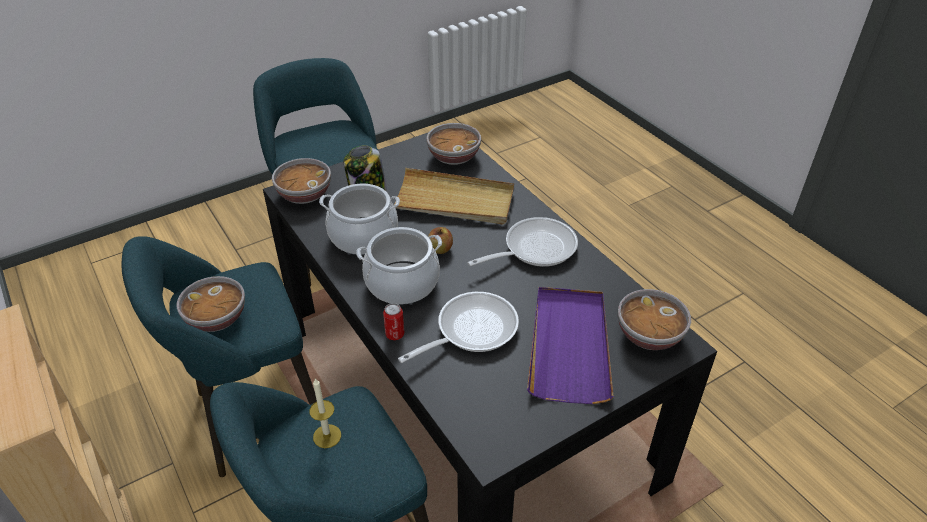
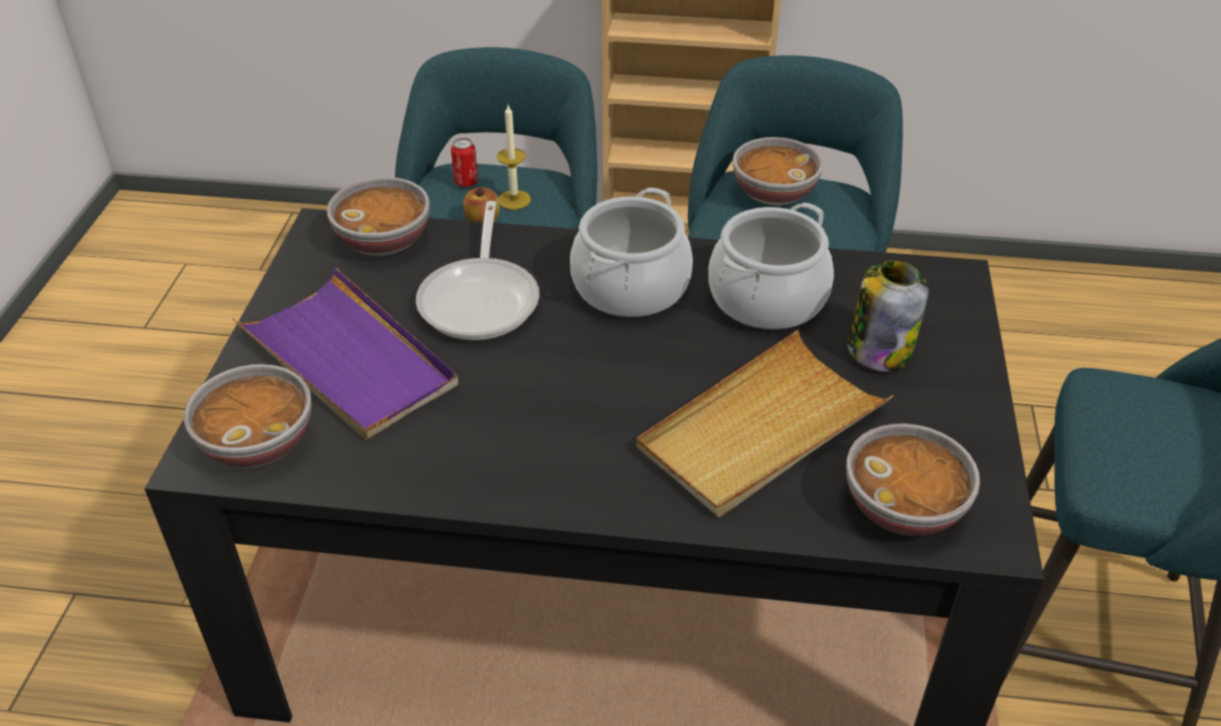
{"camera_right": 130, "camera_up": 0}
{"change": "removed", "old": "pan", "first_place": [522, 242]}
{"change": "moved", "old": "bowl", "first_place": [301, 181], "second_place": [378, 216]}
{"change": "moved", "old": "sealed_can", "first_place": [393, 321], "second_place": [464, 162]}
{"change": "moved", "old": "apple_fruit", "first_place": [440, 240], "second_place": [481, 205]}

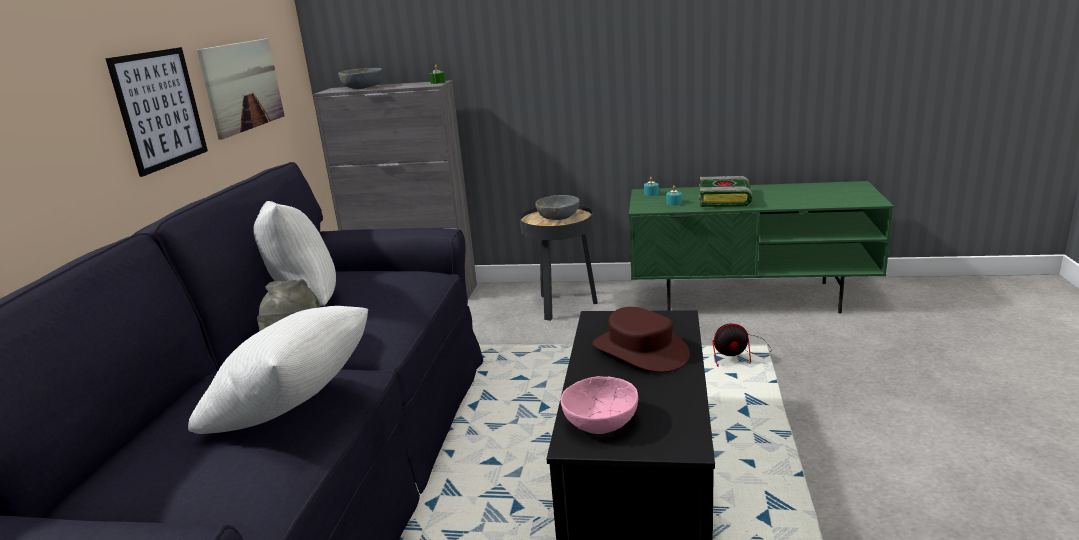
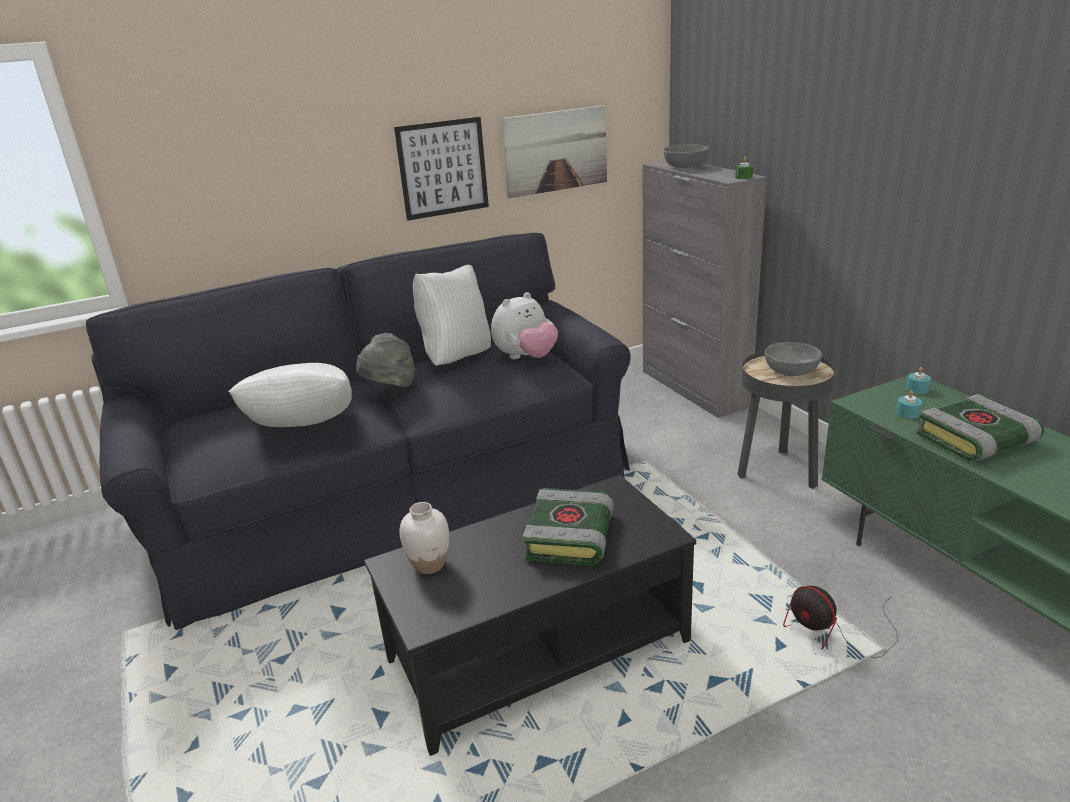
{"camera_right": 55, "camera_up": 5}
{"change": "added", "new": "plush_toy", "second_place": [524, 325]}
{"change": "replaced", "old": "pink-coloured_bowl", "new": "white_vase", "first_place": [599, 405], "second_place": [424, 538]}
{"change": "replaced", "old": "brown_clothing_hat", "new": "volume", "first_place": [641, 339], "second_place": [568, 526]}

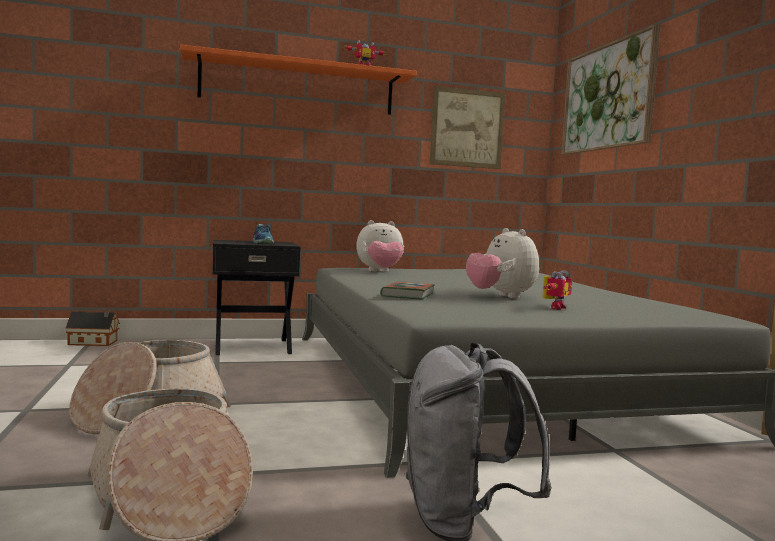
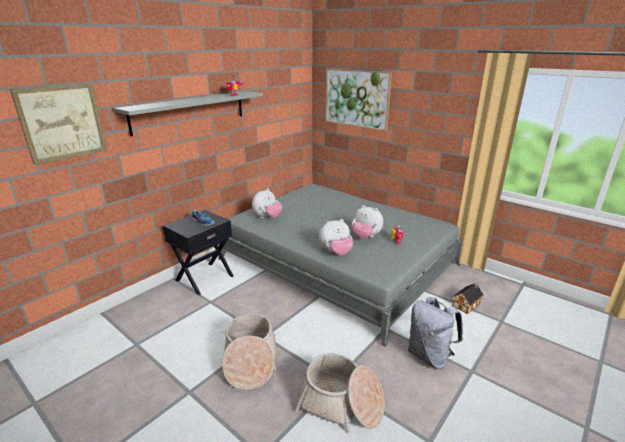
{"camera_right": -35, "camera_up": 20}
{"change": "moved", "old": "toy_house", "first_place": [93, 327], "second_place": [468, 298]}
{"change": "moved", "old": "wall_picture", "first_place": [467, 127], "second_place": [58, 124]}
{"change": "replaced", "old": "volume", "new": "plush_toy", "first_place": [407, 291], "second_place": [336, 237]}
{"change": "recoloured", "old": "orange_wall_shelf", "new": "greyish_wall_shelf", "first_place": [298, 79], "second_place": [188, 113]}

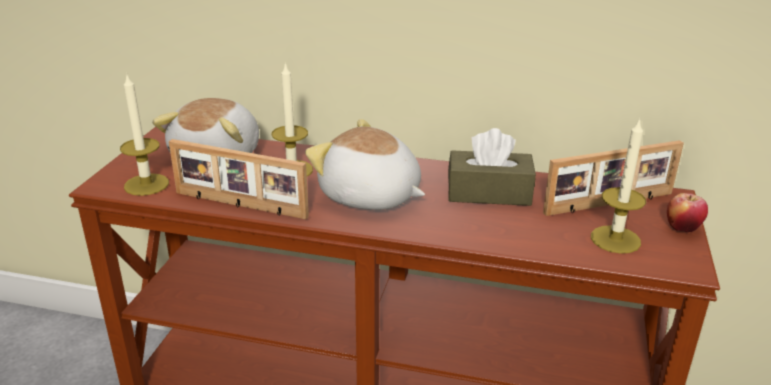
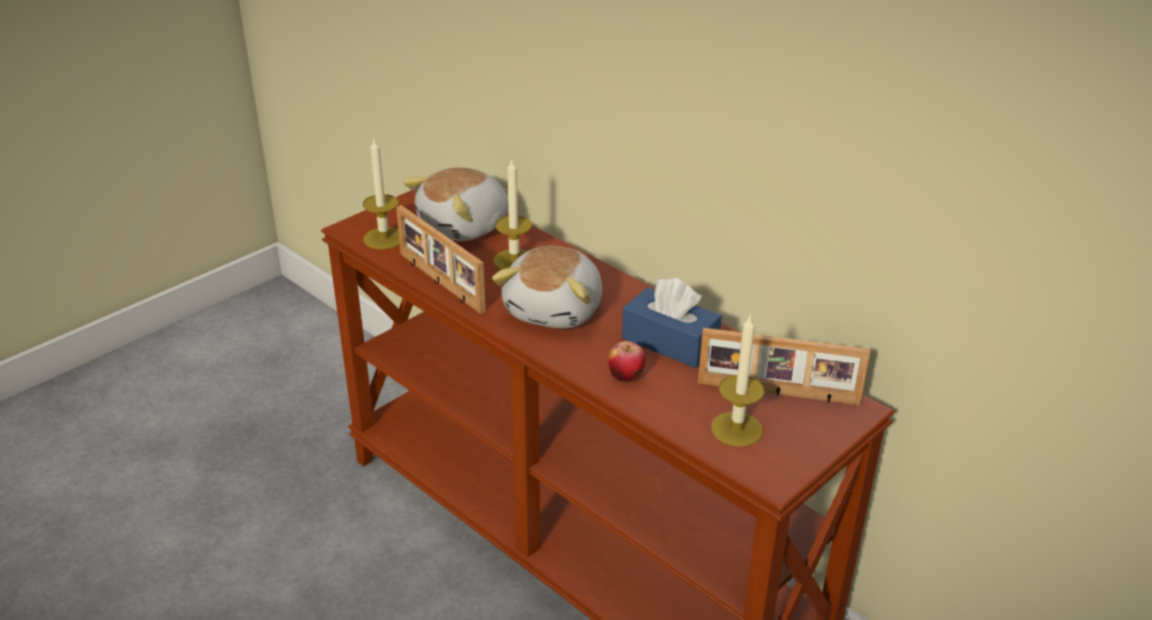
{"camera_right": 30, "camera_up": 5}
{"change": "moved", "old": "apple_fruit", "first_place": [687, 212], "second_place": [627, 361]}
{"change": "recoloured", "old": "brown_box_of_tissues", "new": "blue_box_of_tissues", "first_place": [492, 167], "second_place": [672, 323]}
{"change": "turned", "old": "plush_toy", "first_place": [365, 164], "second_place": [547, 287], "degrees": -135}

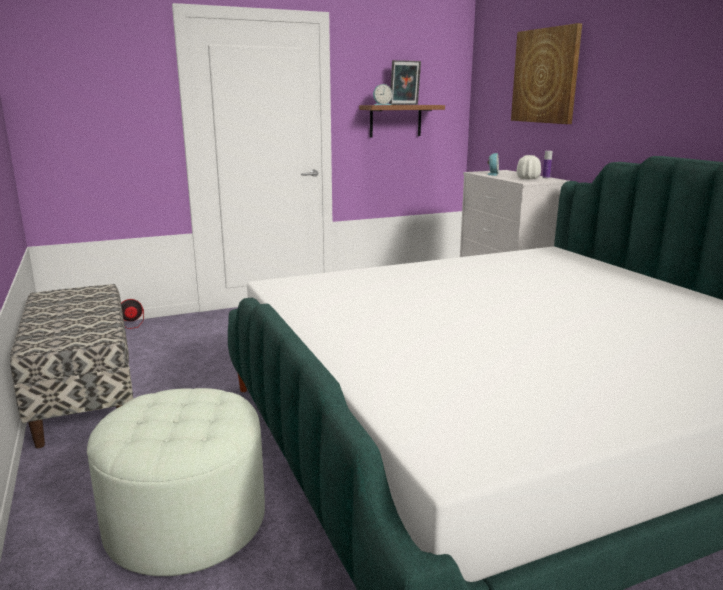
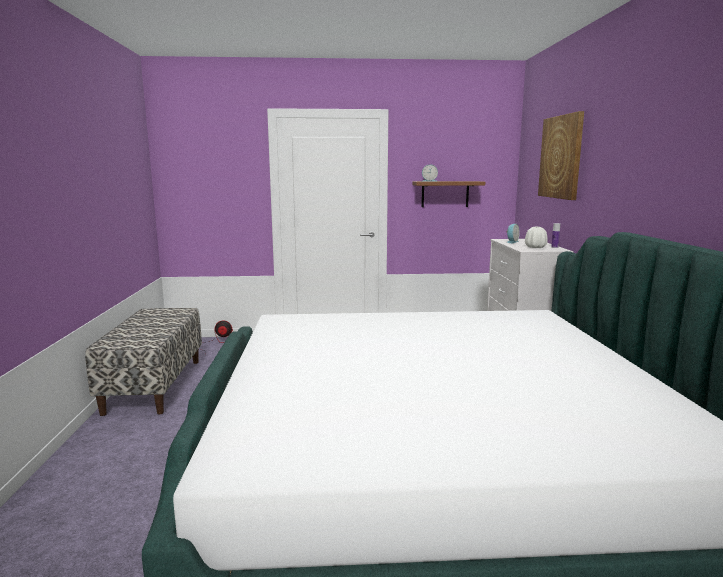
{"camera_right": 20, "camera_up": -5}
{"change": "removed", "old": "white_pouffe", "first_place": [176, 482]}
{"change": "removed", "old": "photo_frame", "first_place": [405, 82]}

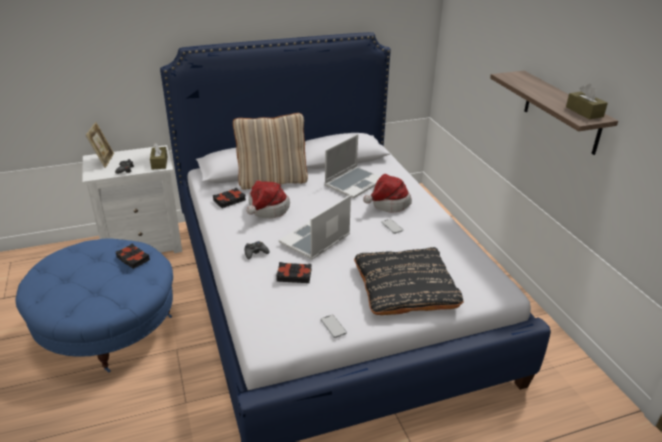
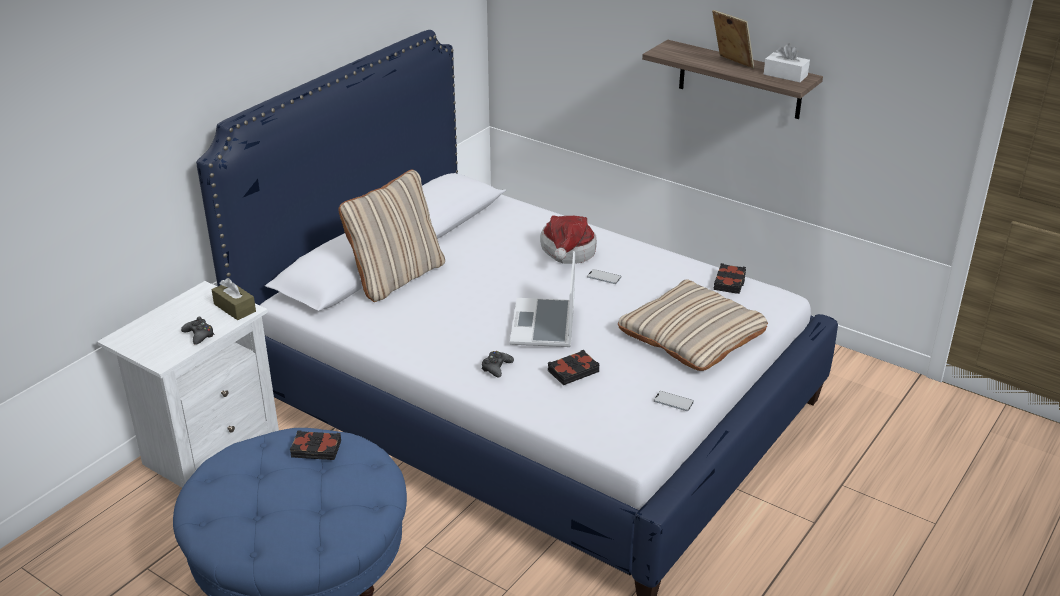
{"camera_right": -35, "camera_up": 0}
{"change": "removed", "old": "clothing_hat", "first_place": [268, 199]}
{"change": "removed", "old": "laptop", "first_place": [352, 166]}
{"change": "moved", "old": "photo_frame", "first_place": [100, 145], "second_place": [733, 39]}
{"change": "moved", "old": "black_volume", "first_place": [229, 198], "second_place": [730, 278]}
{"change": "recoloured", "old": "black_cushion", "new": "beige-coloured_cushion", "first_place": [409, 281], "second_place": [693, 325]}
{"change": "recoloured", "old": "brown_box_of_tissues", "new": "white_box_of_tissues", "first_place": [587, 102], "second_place": [787, 63]}

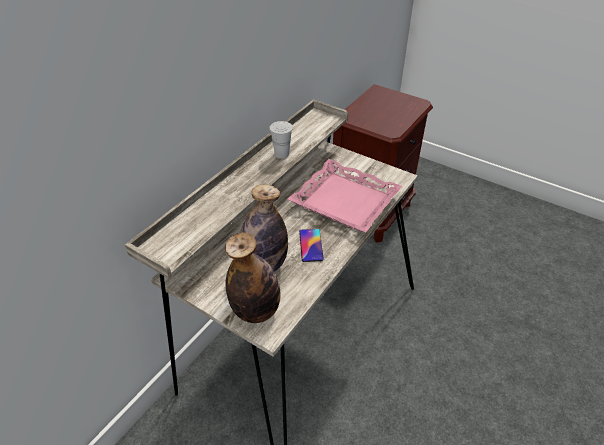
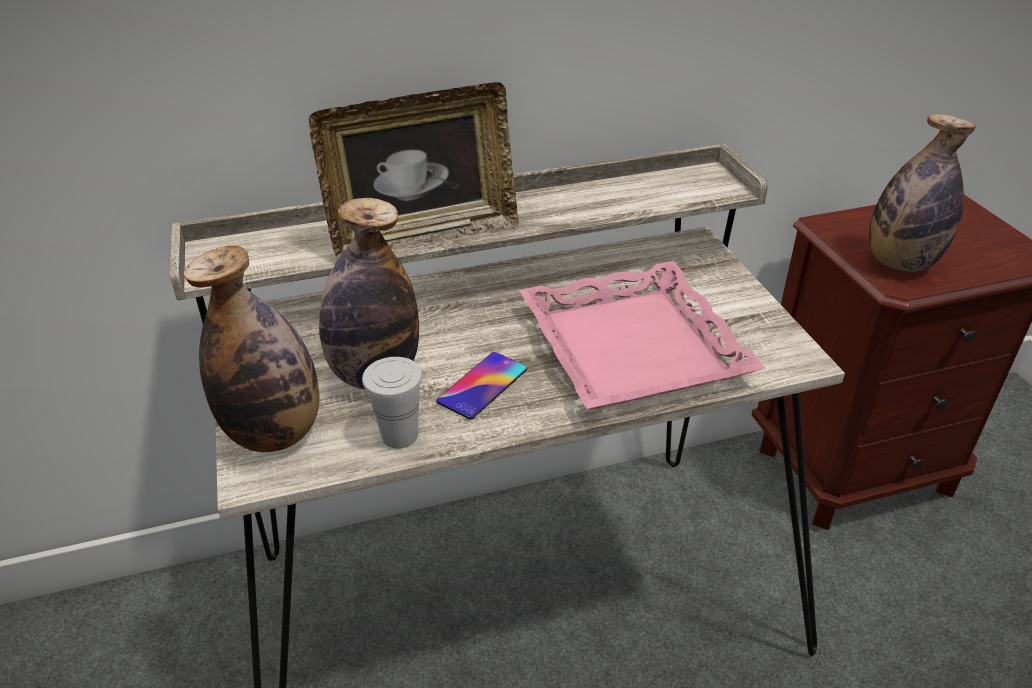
{"camera_right": 40, "camera_up": -5}
{"change": "added", "new": "photo_frame", "second_place": [414, 170]}
{"change": "added", "new": "drink_bottle", "second_place": [922, 193]}
{"change": "moved", "old": "white_drinking_cup", "first_place": [281, 140], "second_place": [392, 403]}

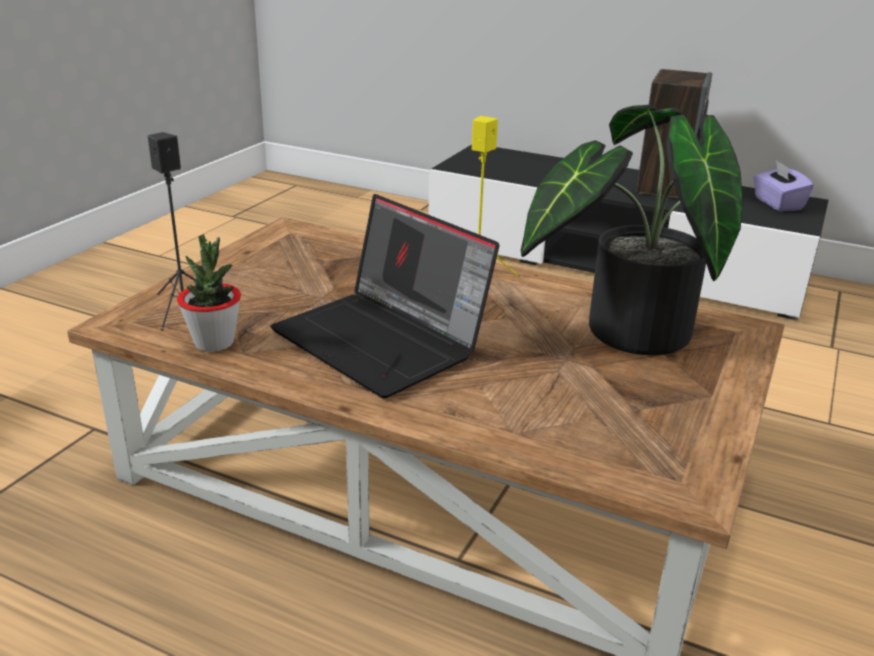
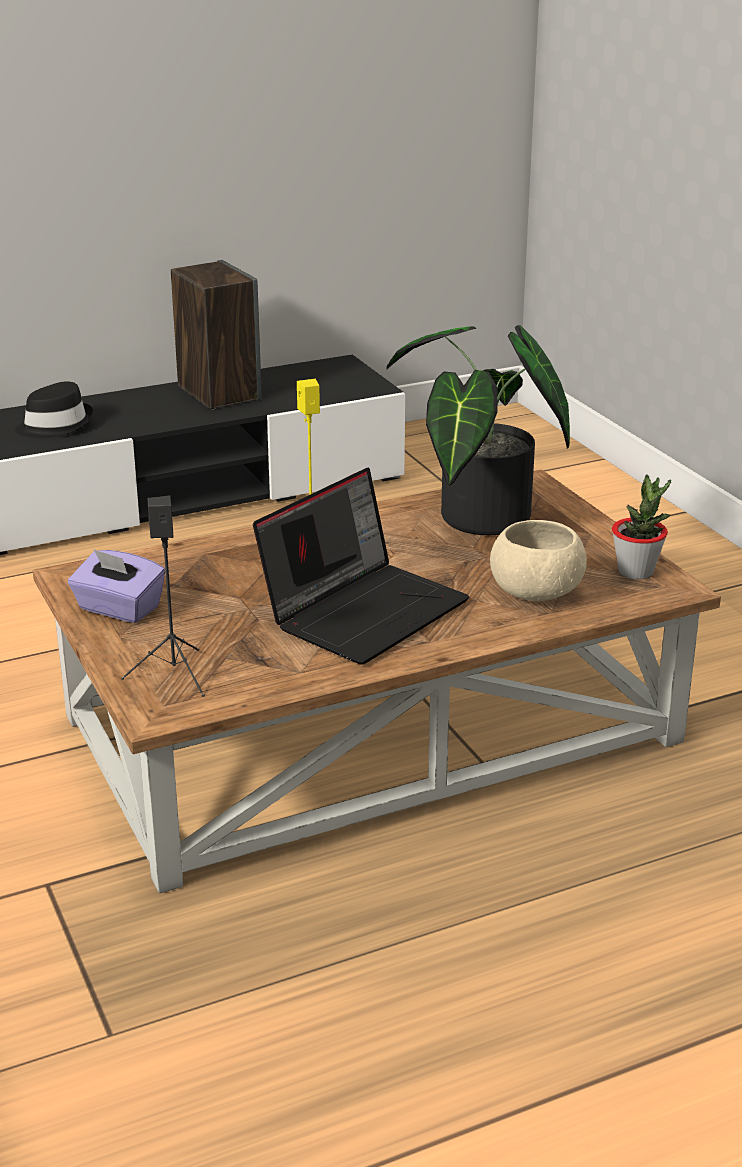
{"camera_right": -50, "camera_up": 0}
{"change": "added", "new": "black_clothing_hat", "second_place": [54, 409]}
{"change": "added", "new": "beige-coloured_bowl", "second_place": [538, 560]}
{"change": "moved", "old": "houseplant", "first_place": [209, 293], "second_place": [641, 526]}
{"change": "moved", "old": "purplish_box_of_tissues", "first_place": [783, 185], "second_place": [116, 586]}
{"change": "turned", "old": "laptop", "first_place": [384, 296], "second_place": [361, 566], "degrees": -45}

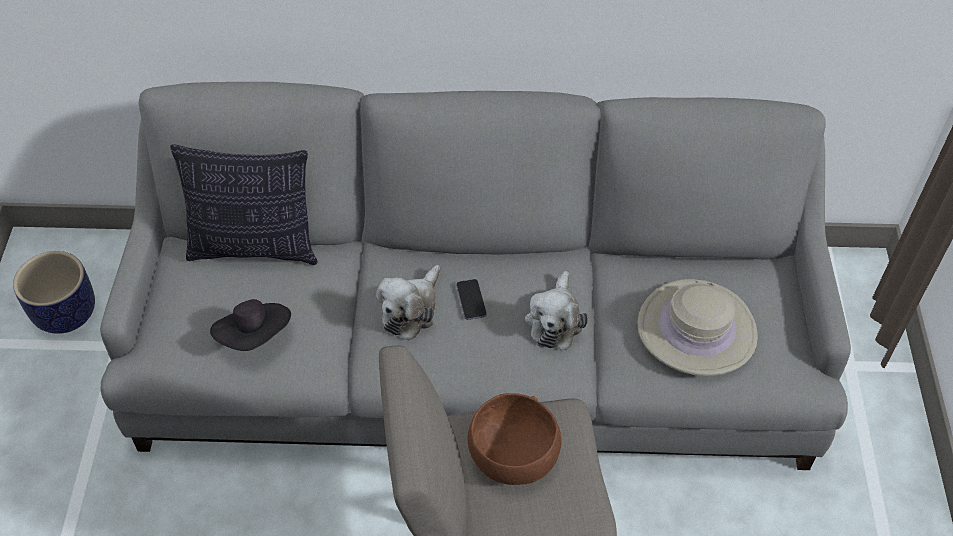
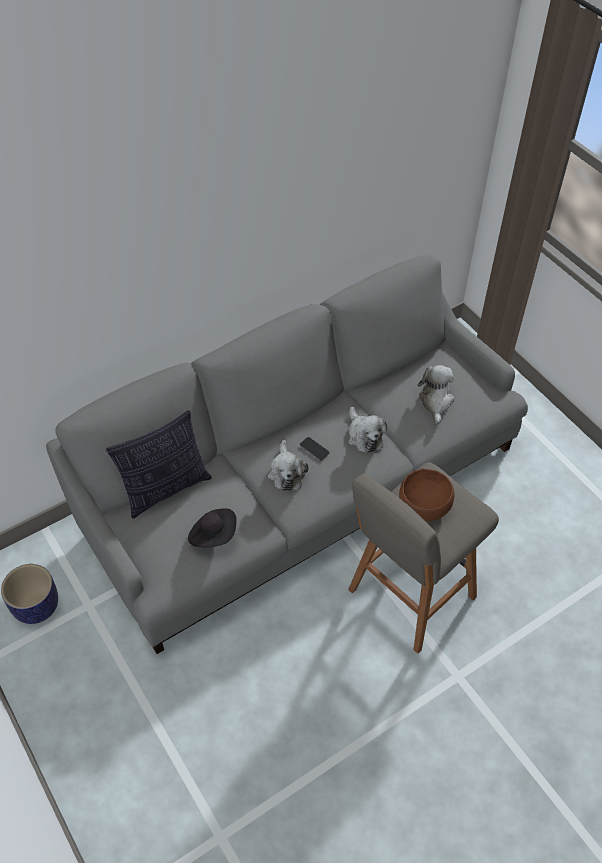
{"camera_right": -35, "camera_up": 0}
{"change": "replaced", "old": "beige-coloured_clothing_hat", "new": "plush_toy", "first_place": [697, 327], "second_place": [436, 395]}

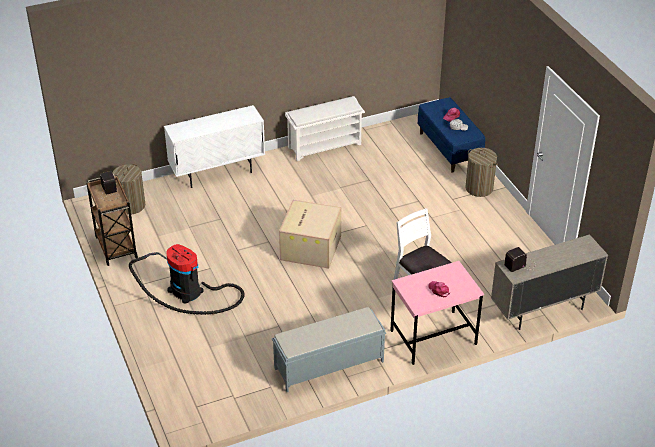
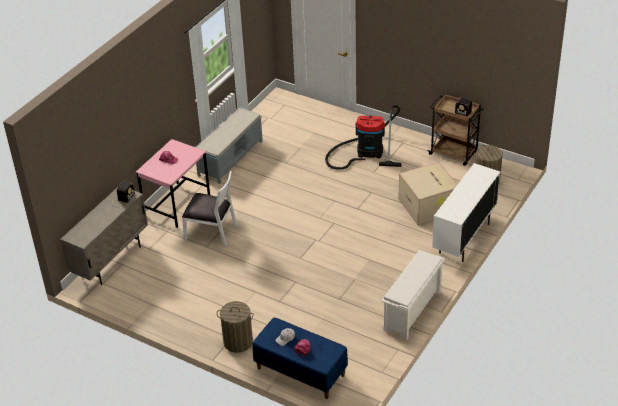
{"camera_right": 145, "camera_up": 0}
{"change": "moved", "old": "cardboard_box", "first_place": [310, 234], "second_place": [428, 194]}

